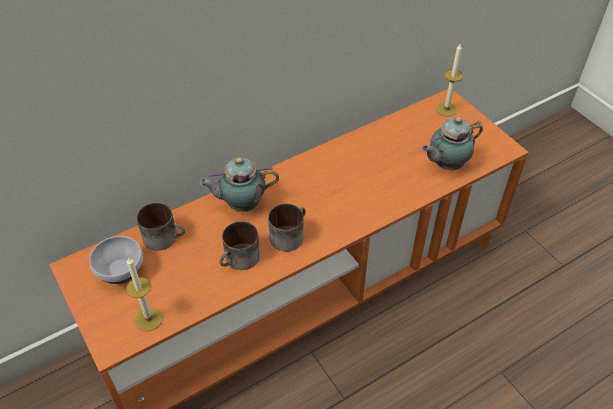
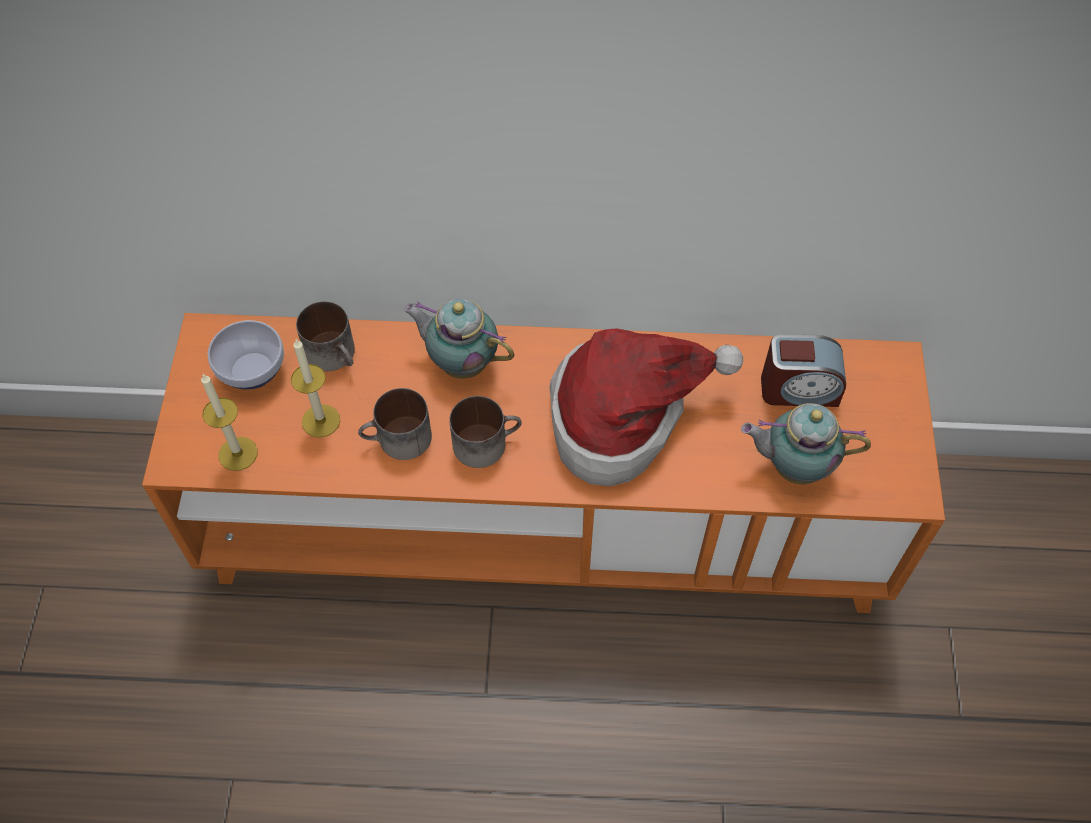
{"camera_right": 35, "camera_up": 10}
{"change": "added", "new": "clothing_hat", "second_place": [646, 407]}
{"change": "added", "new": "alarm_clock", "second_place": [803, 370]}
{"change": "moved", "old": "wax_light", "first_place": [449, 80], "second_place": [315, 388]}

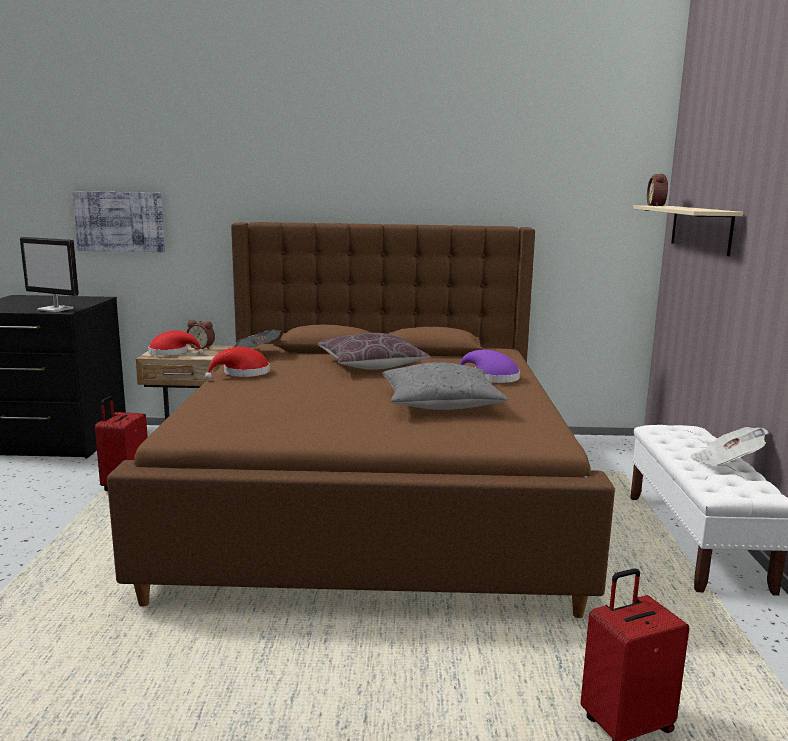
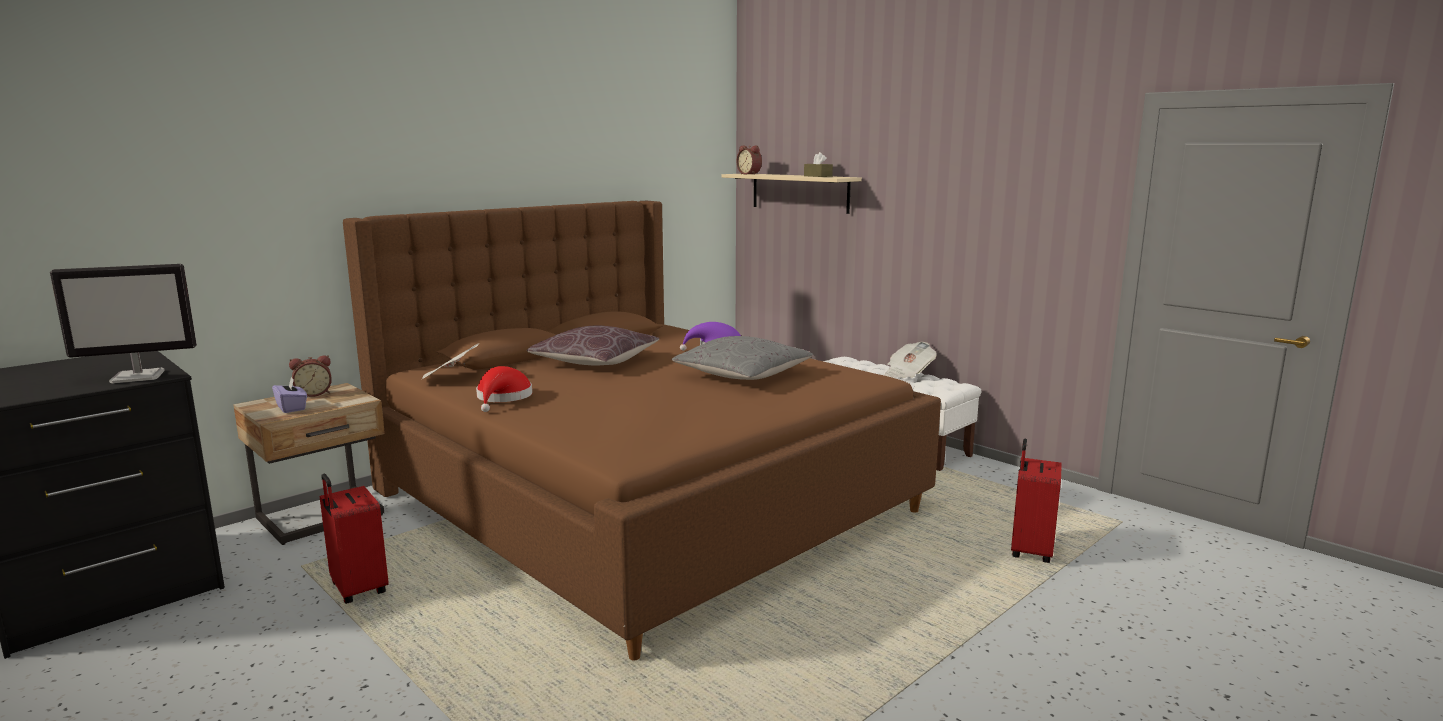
{"camera_right": -45, "camera_up": 0}
{"change": "removed", "old": "wall_picture", "first_place": [118, 221]}
{"change": "added", "new": "brown_box_of_tissues", "second_place": [818, 164]}
{"change": "replaced", "old": "red_clothing_hat", "new": "purplish_box_of_tissues", "first_place": [176, 343], "second_place": [289, 394]}

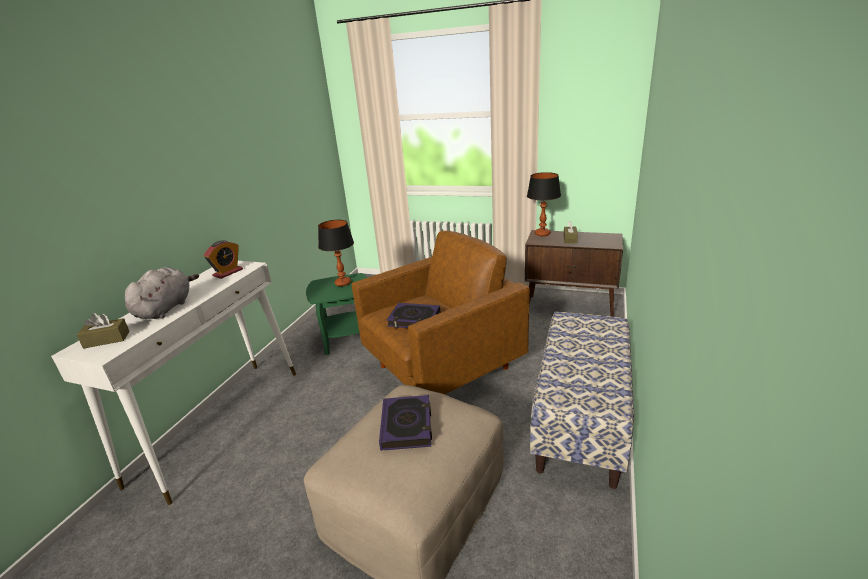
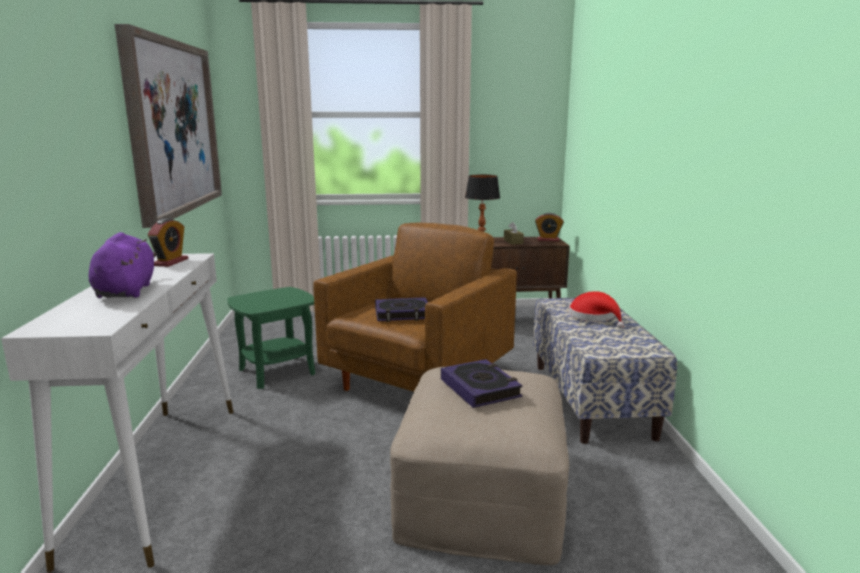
{"camera_right": -25, "camera_up": -10}
{"change": "removed", "old": "brown_box_of_tissues", "first_place": [103, 331]}
{"change": "removed", "old": "lamp_for_a_table", "first_place": [336, 253]}
{"change": "added", "new": "wall_picture", "second_place": [168, 126]}
{"change": "added", "new": "alarm_clock", "second_place": [549, 227]}
{"change": "added", "new": "red_clothing_hat", "second_place": [596, 309]}
{"change": "recoloured", "old": "greyish_plush_toy", "new": "purplish_plush_toy", "first_place": [162, 293], "second_place": [123, 265]}

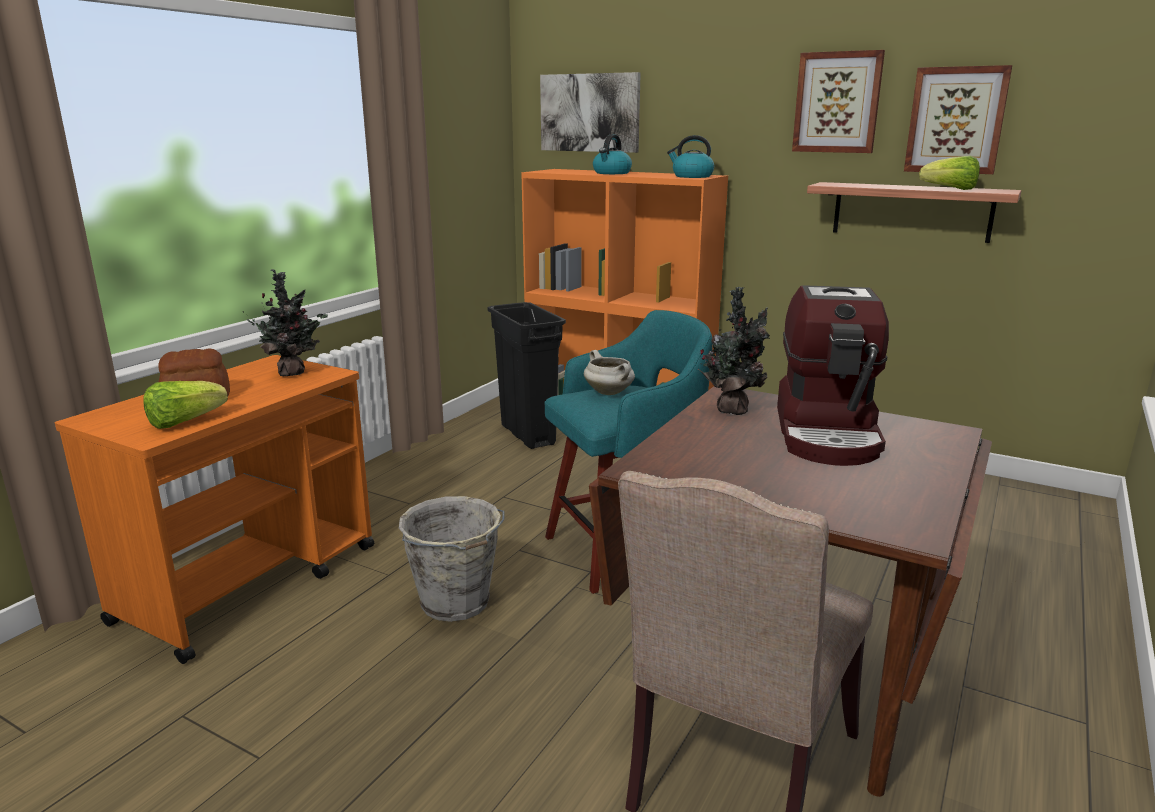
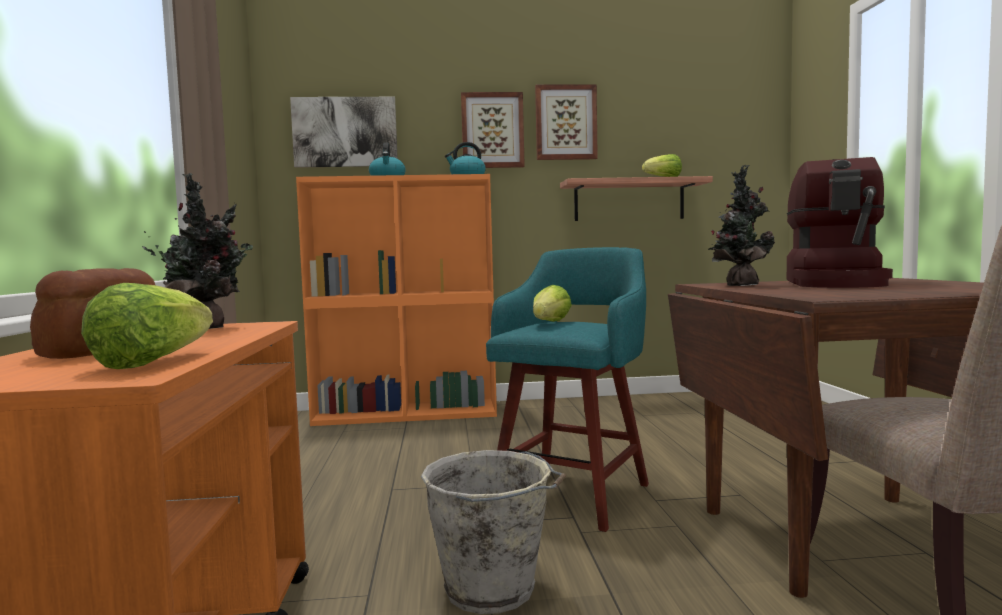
{"camera_right": -35, "camera_up": -15}
{"change": "removed", "old": "black_rubbish_bin", "first_place": [527, 375]}
{"change": "moved", "old": "wall_picture", "first_place": [958, 119], "second_place": [493, 130]}
{"change": "replaced", "old": "white_cooking_pot", "new": "lettuce", "first_place": [609, 372], "second_place": [552, 303]}
{"change": "turned", "old": "coffee_maker", "first_place": [833, 375], "second_place": [840, 222], "degrees": 45}

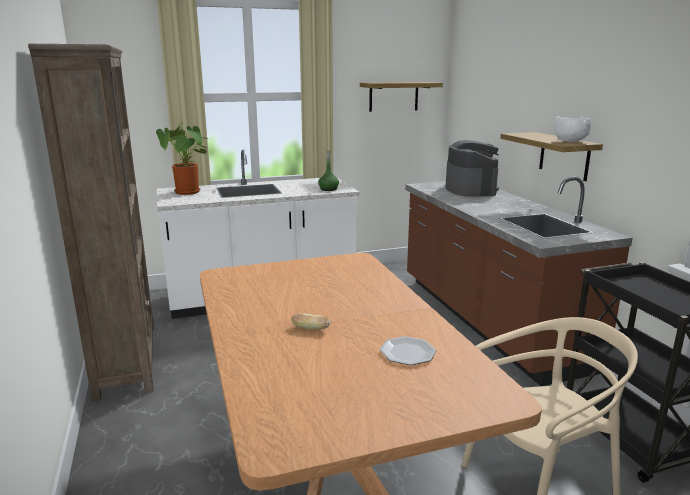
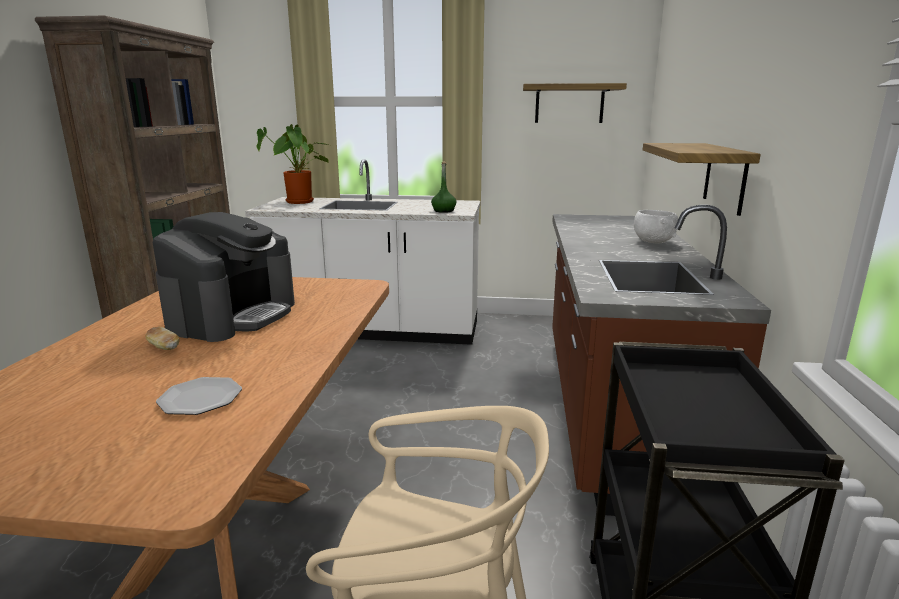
{"camera_right": 25, "camera_up": 0}
{"change": "moved", "old": "coffee_maker", "first_place": [472, 168], "second_place": [224, 277]}
{"change": "moved", "old": "white_bowl", "first_place": [572, 129], "second_place": [656, 226]}

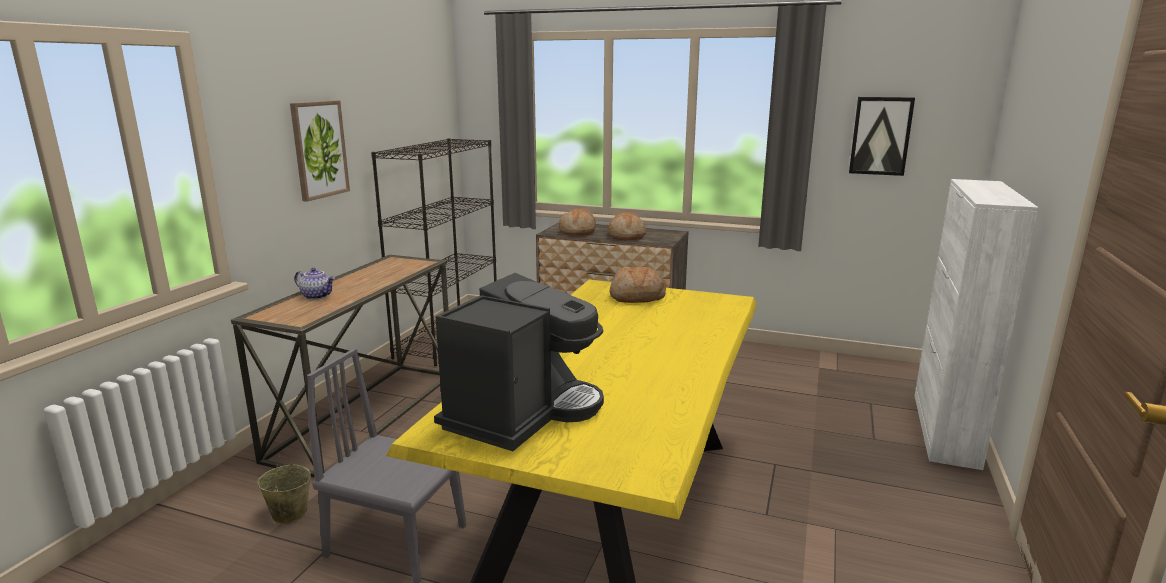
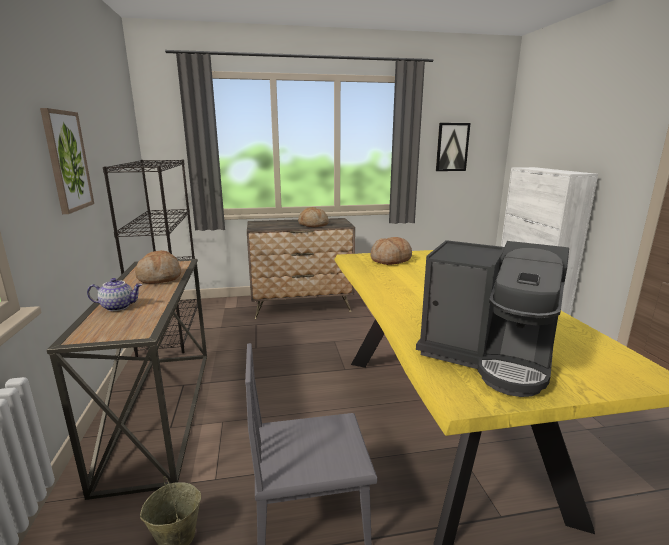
{"camera_right": -30, "camera_up": 0}
{"change": "moved", "old": "baked_bread", "first_place": [577, 222], "second_place": [158, 267]}
{"change": "turned", "old": "coffee_maker", "first_place": [519, 362], "second_place": [492, 318], "degrees": 120}

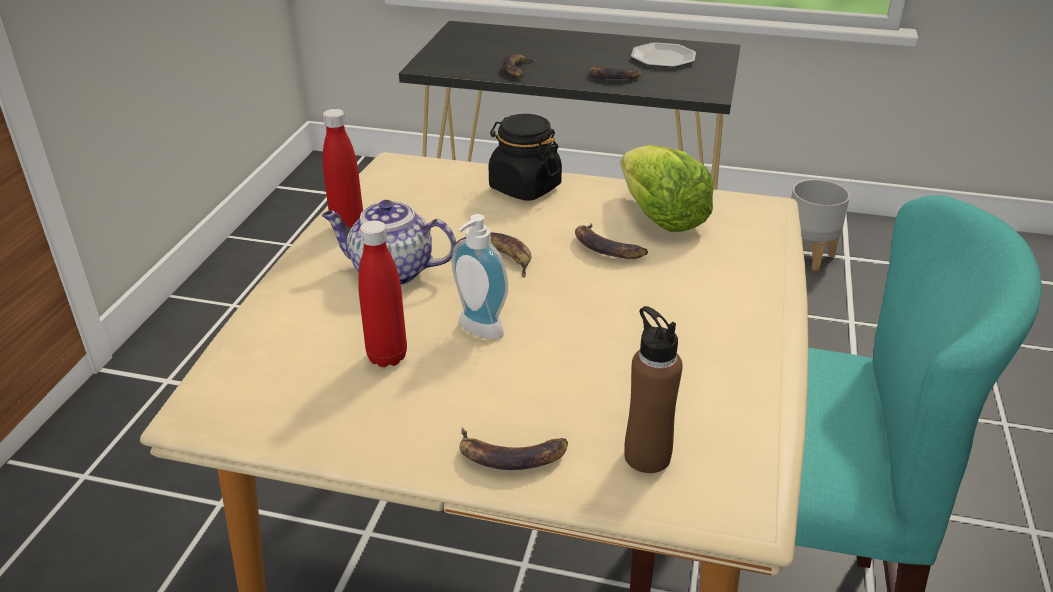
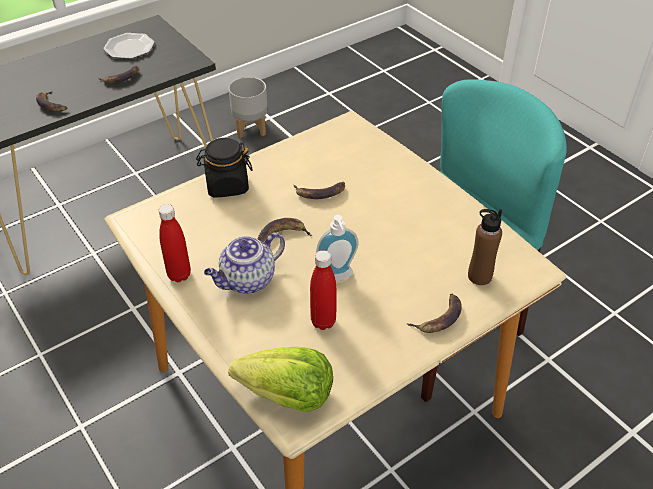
{"camera_right": -50, "camera_up": 10}
{"change": "moved", "old": "lettuce", "first_place": [667, 188], "second_place": [280, 379]}

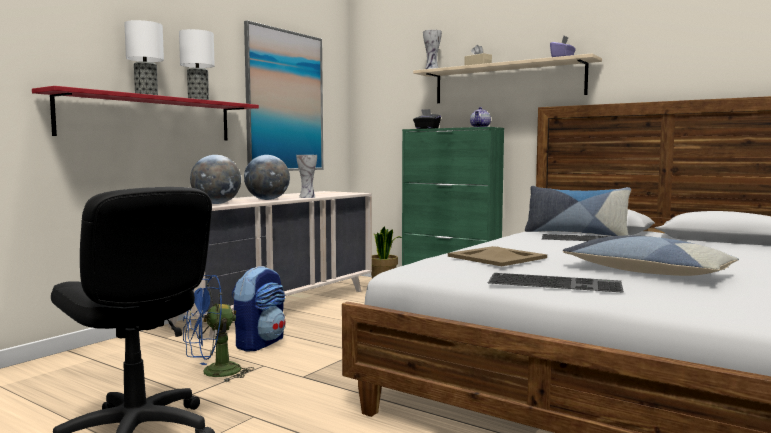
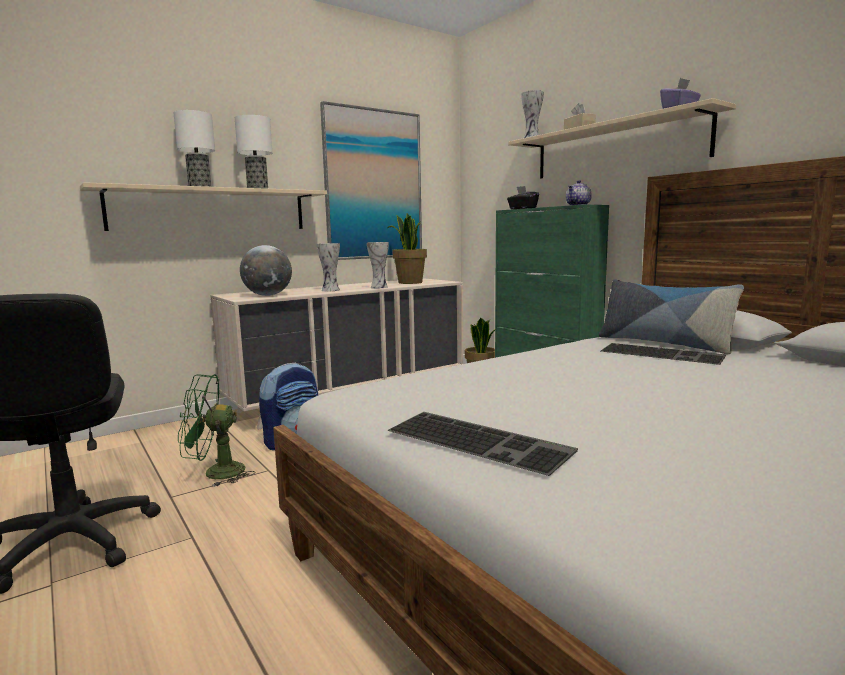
{"camera_right": 20, "camera_up": 5}
{"change": "removed", "old": "beige-coloured_carrying_tray", "first_place": [497, 256]}
{"change": "removed", "old": "cushion", "first_place": [651, 256]}
{"change": "added", "new": "houseplant", "second_place": [407, 248]}
{"change": "replaced", "old": "globe", "new": "vase", "first_place": [267, 177], "second_place": [328, 267]}
{"change": "recoloured", "old": "red_wall_shelf", "new": "beige-coloured_wall_shelf", "first_place": [145, 113], "second_place": [203, 206]}
{"change": "recoloured", "old": "blue_cooling_fan", "new": "greenish_cooling_fan", "first_place": [218, 328], "second_place": [216, 430]}

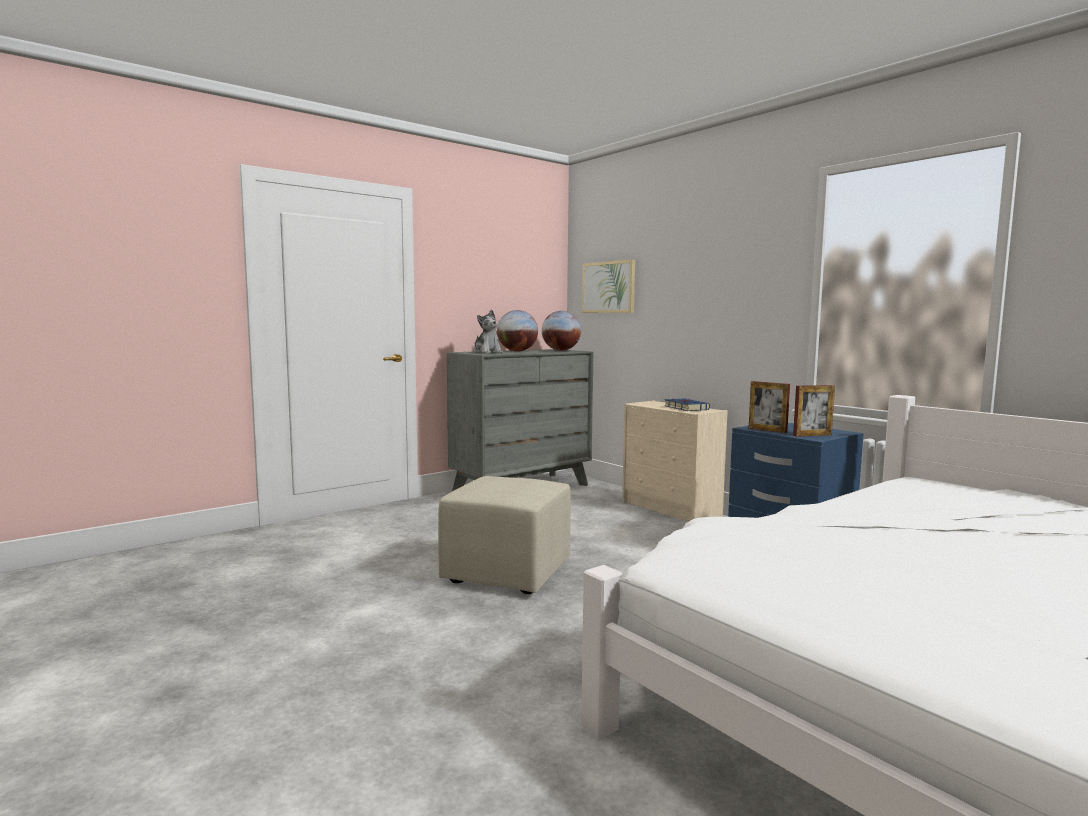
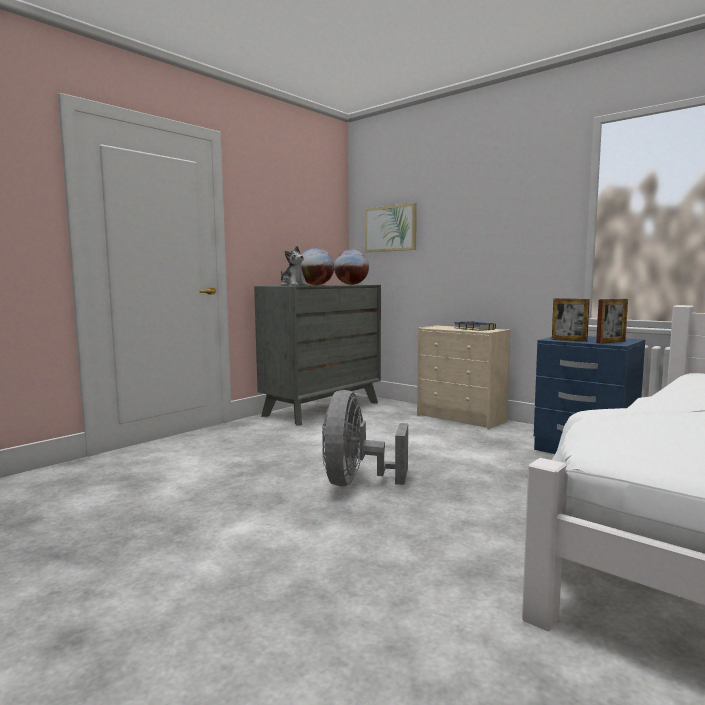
{"camera_right": -10, "camera_up": 0}
{"change": "replaced", "old": "beige-coloured_pouffe", "new": "greyish_cooling_fan", "first_place": [504, 535], "second_place": [365, 438]}

